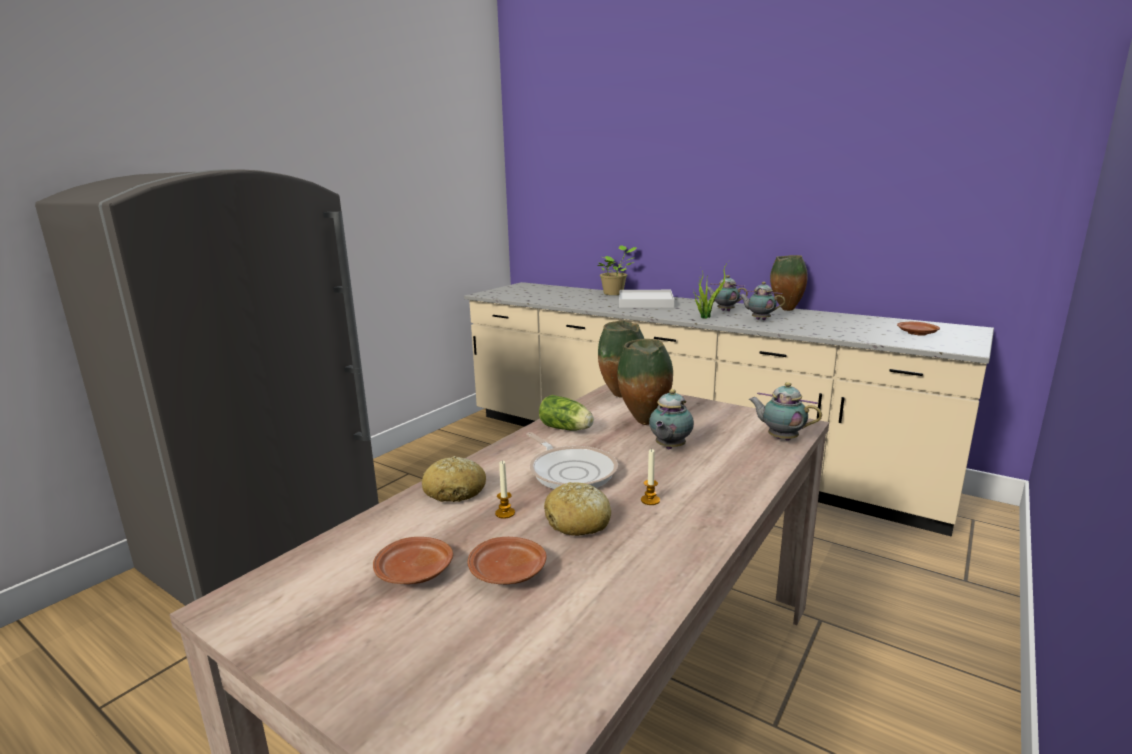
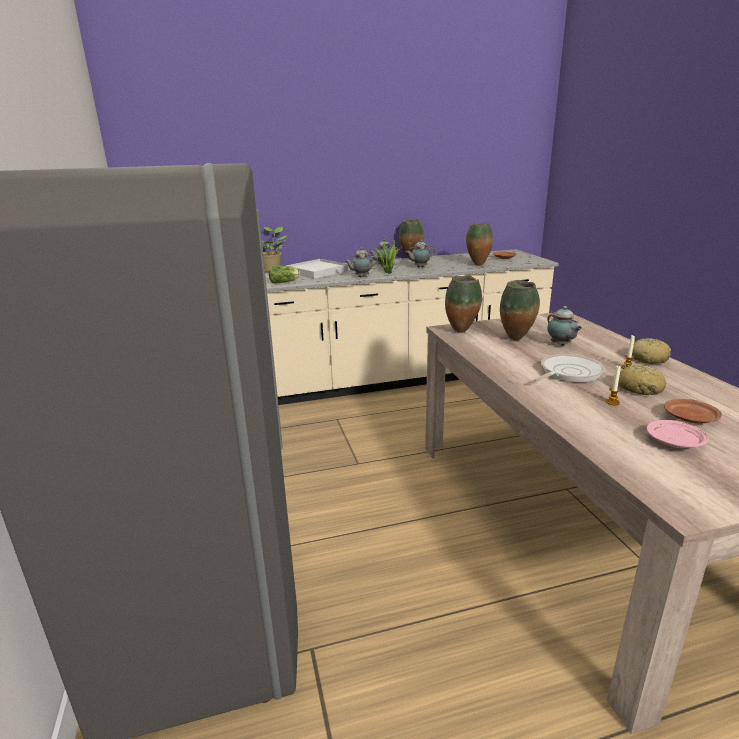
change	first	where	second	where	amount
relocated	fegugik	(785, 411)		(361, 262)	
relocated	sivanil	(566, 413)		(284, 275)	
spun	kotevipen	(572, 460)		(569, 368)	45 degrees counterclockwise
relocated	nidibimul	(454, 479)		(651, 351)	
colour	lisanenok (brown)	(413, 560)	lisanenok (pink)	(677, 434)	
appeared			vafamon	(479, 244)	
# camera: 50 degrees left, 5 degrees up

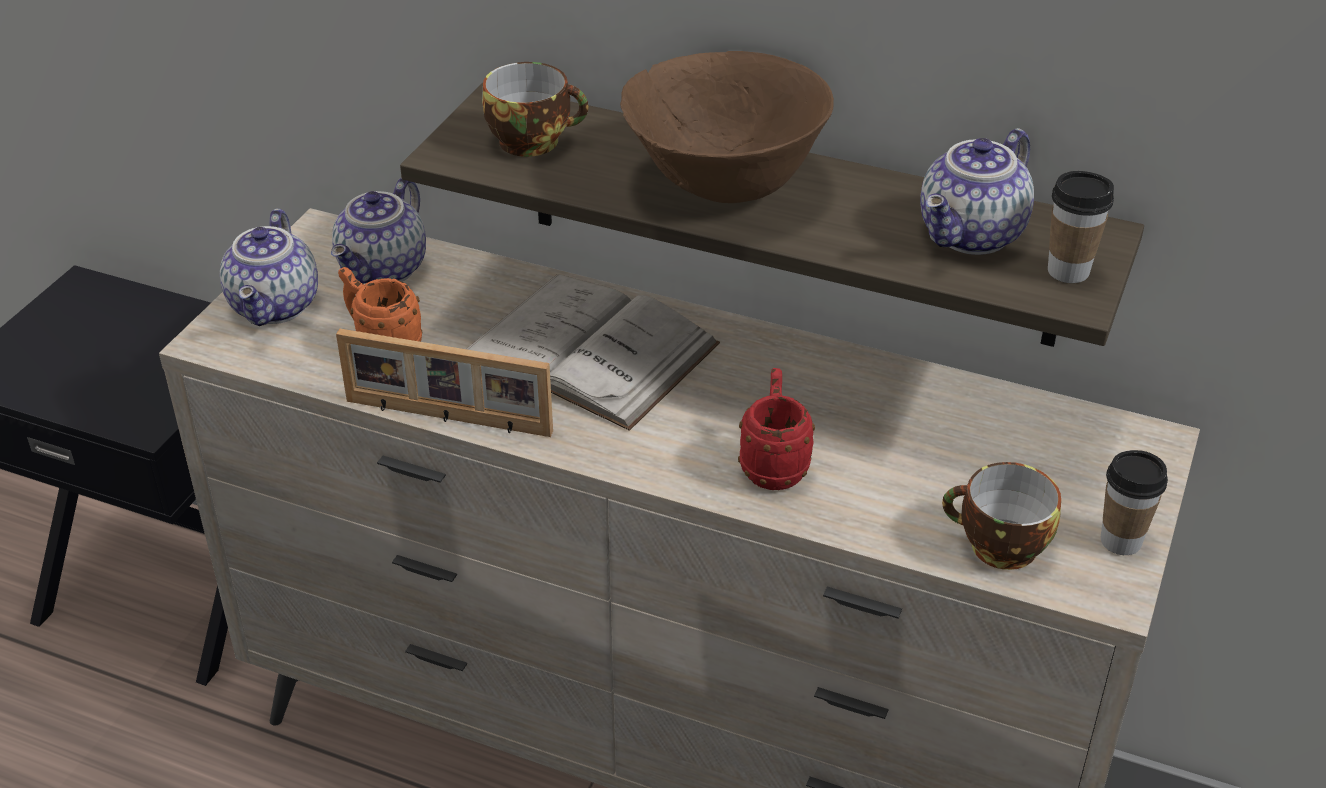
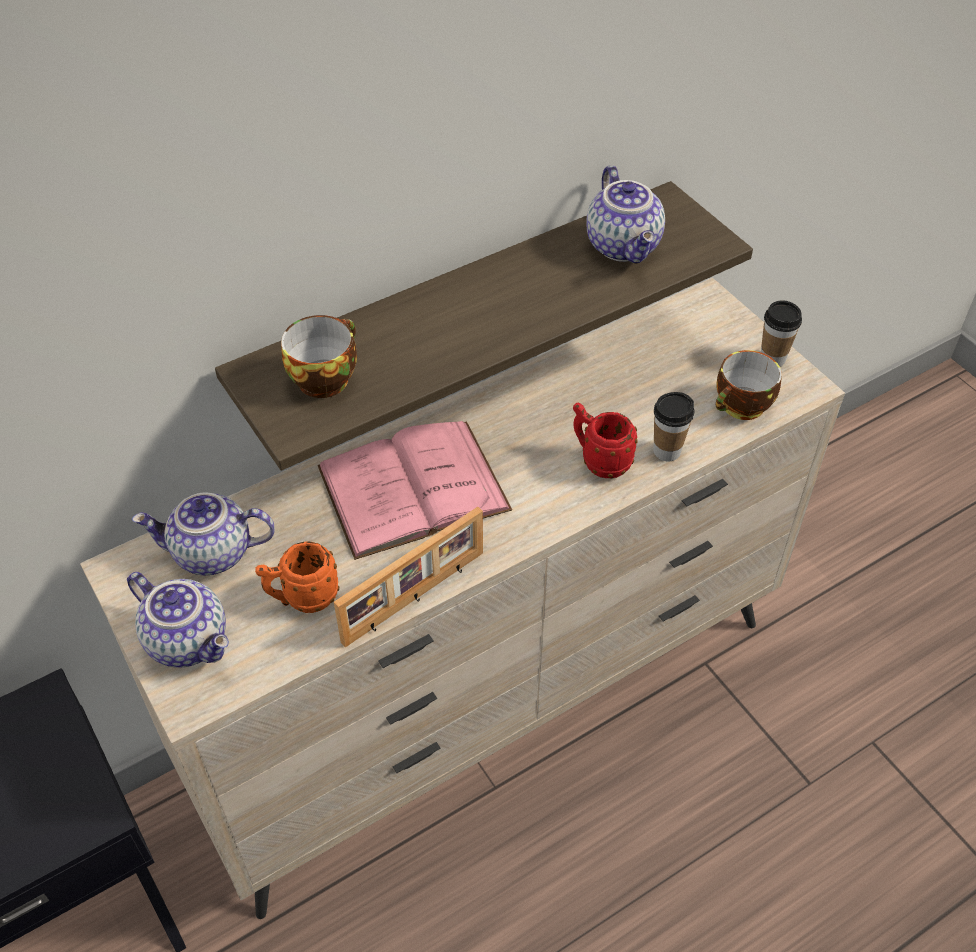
change	first	where	second	where	amount
missing	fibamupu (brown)	(727, 127)			
relocated	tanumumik	(1081, 227)		(673, 426)	
spun	fegugik	(378, 231)		(203, 533)	120 degrees clockwise
colour	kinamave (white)	(593, 352)	kinamave (pink)	(414, 490)	
# camera: 55 degrees left, 10 degrees up

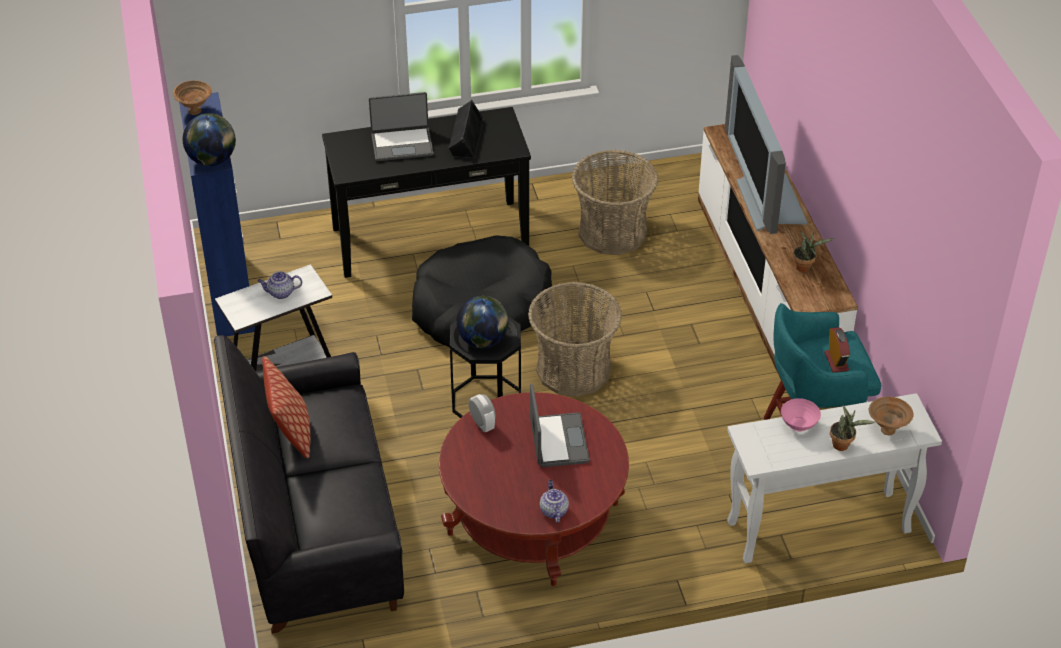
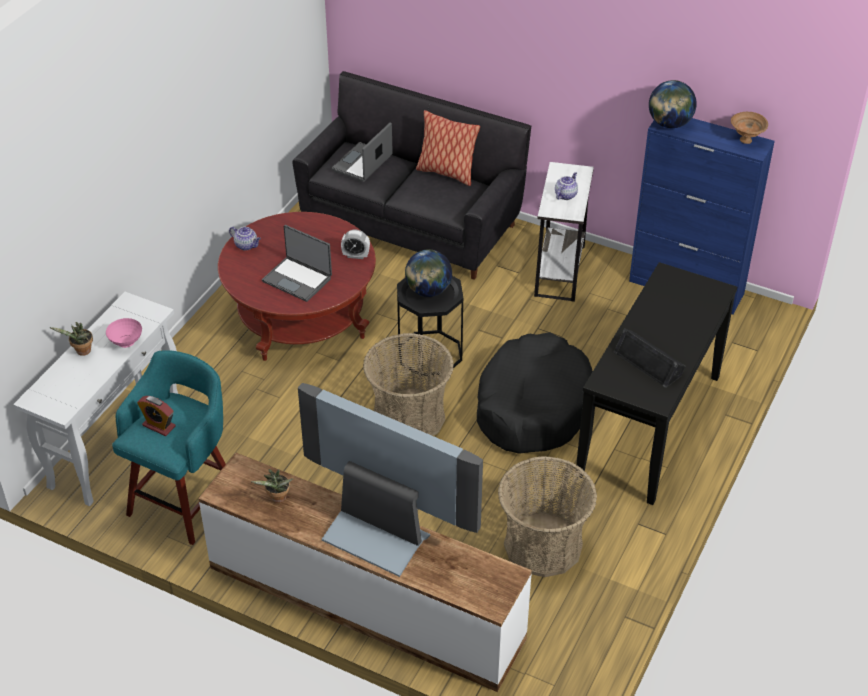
change	first	where	second	where	amount
relocated	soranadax	(401, 126)		(362, 152)	
missing	fibamupu (brown)	(891, 416)			
# camera: 130 degrees right, 0 degrees up

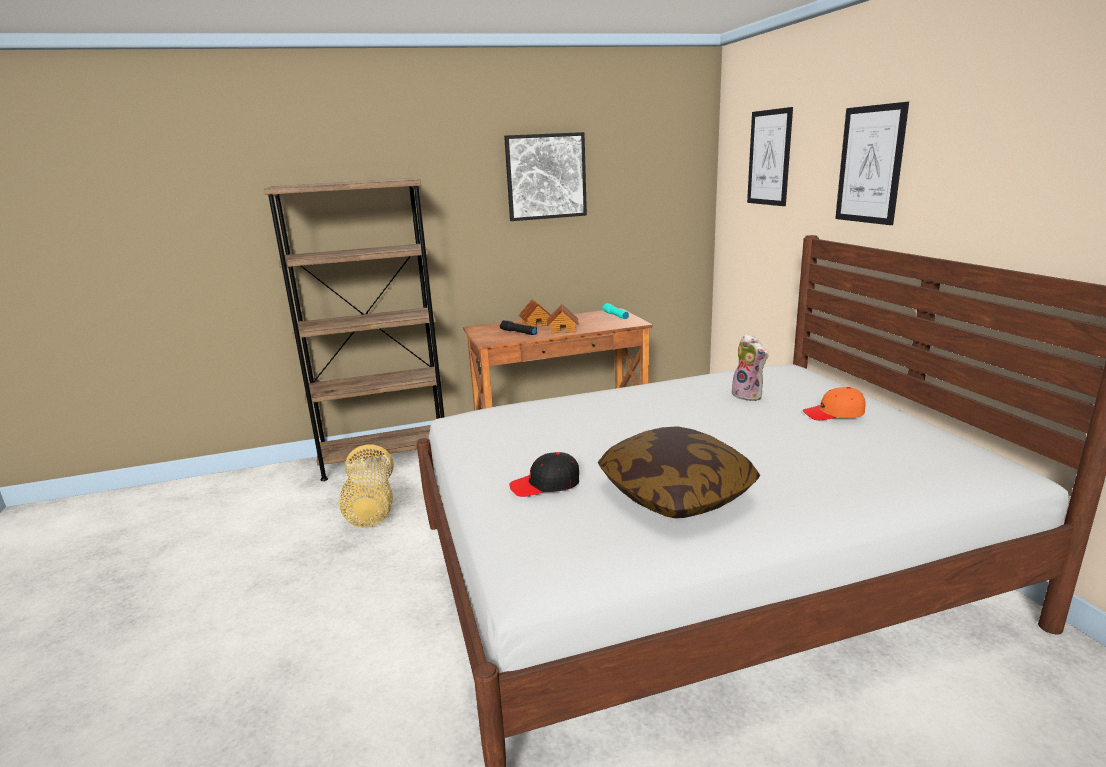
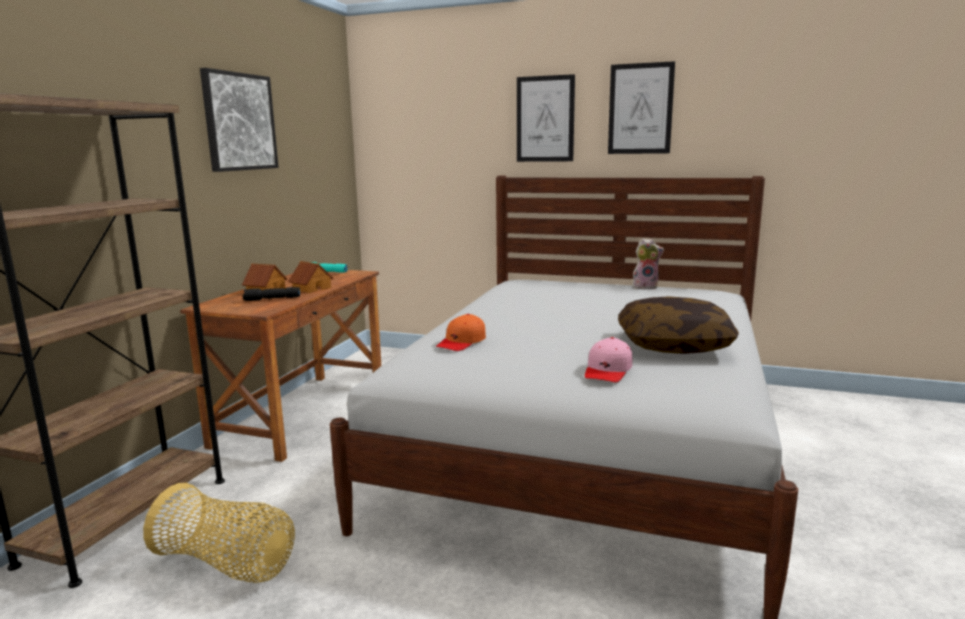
change	first	where	second	where	amount
relocated	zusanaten	(770, 156)		(641, 107)	
relocated	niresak	(750, 367)		(648, 264)	
relocated	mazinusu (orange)	(834, 403)		(461, 332)	
colour	mazinusu (black)	(544, 474)	mazinusu (pink)	(608, 360)	
# camera: 55 degrees left, 5 degrees down

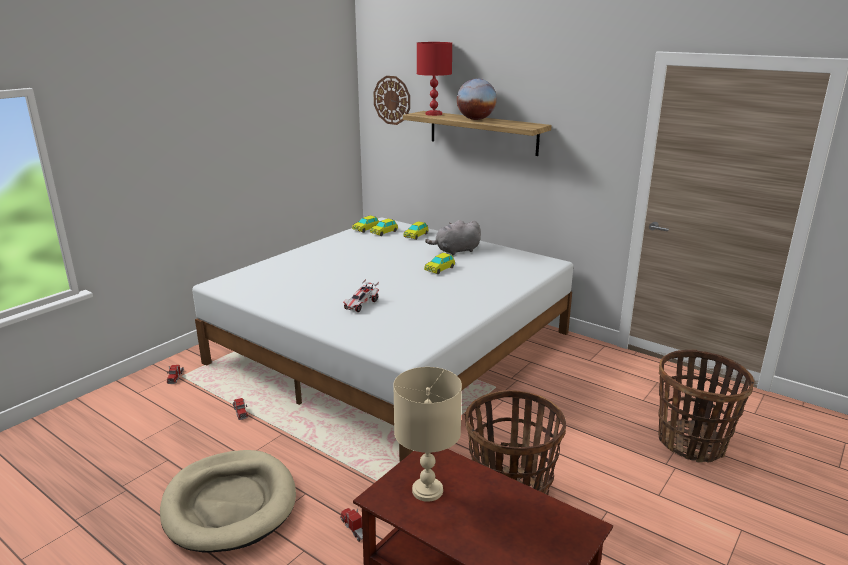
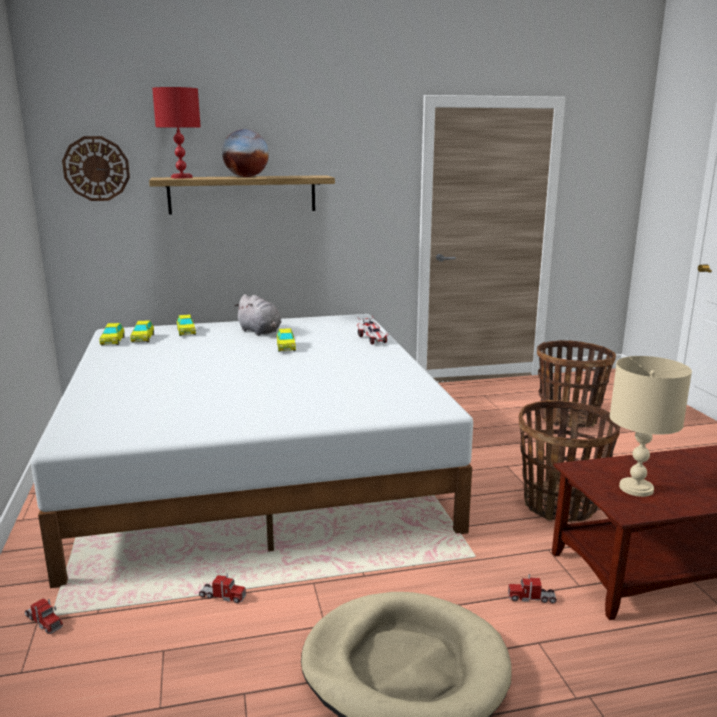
change	first	where	second	where	amount
spun	niresak (grey)	(453, 237)		(258, 315)	60 degrees counterclockwise
relocated	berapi	(361, 295)		(372, 330)	
# camera: 50 degrees left, 5 degrees down

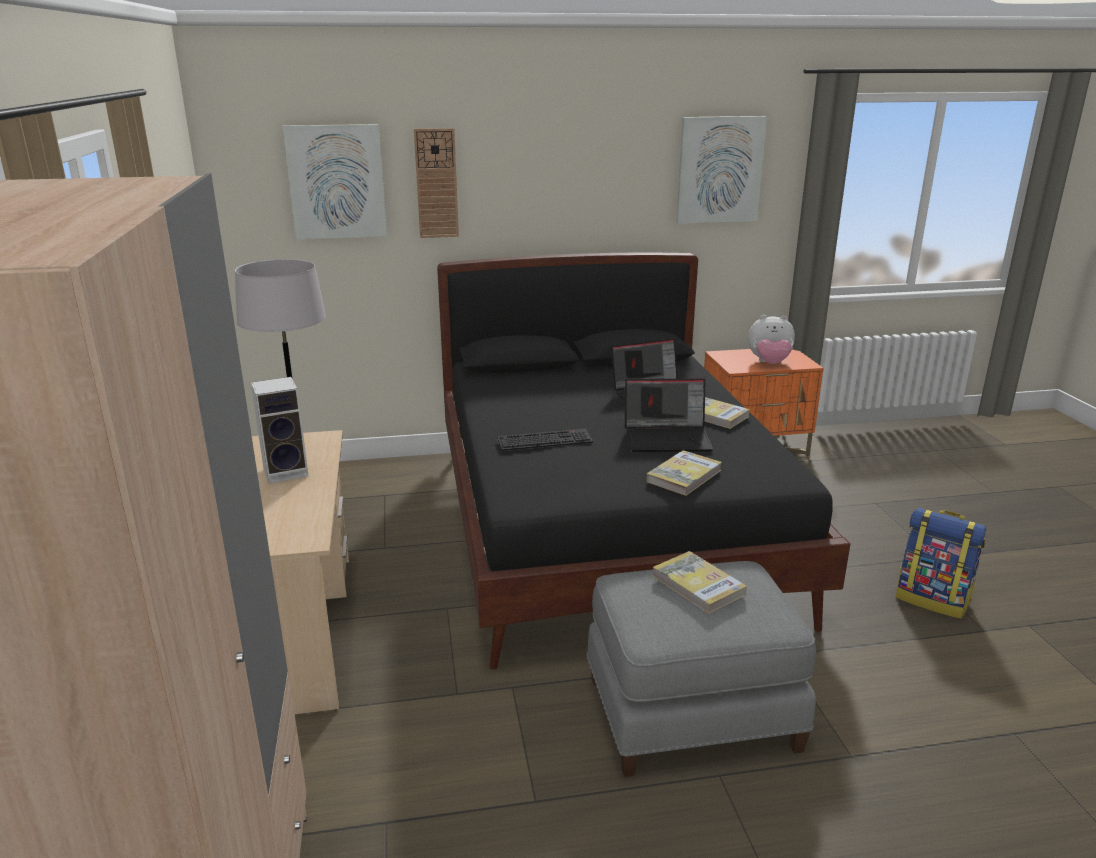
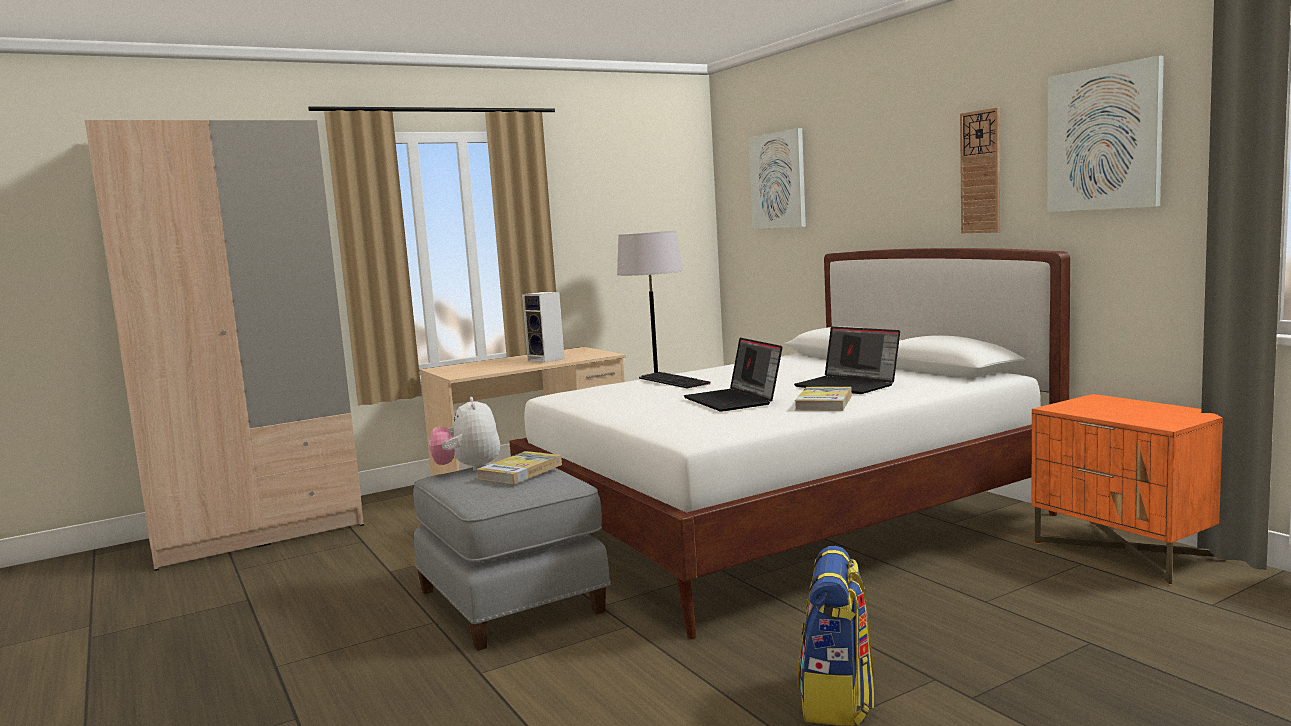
change	first	where	second	where	amount
relocated	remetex	(436, 183)		(980, 170)	
colour	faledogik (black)	(644, 460)	faledogik (white)	(789, 443)	
relocated	niresak	(771, 339)		(464, 434)	
missing	kinamave	(684, 473)			
# camera: 70 degrees right, 15 degrees down

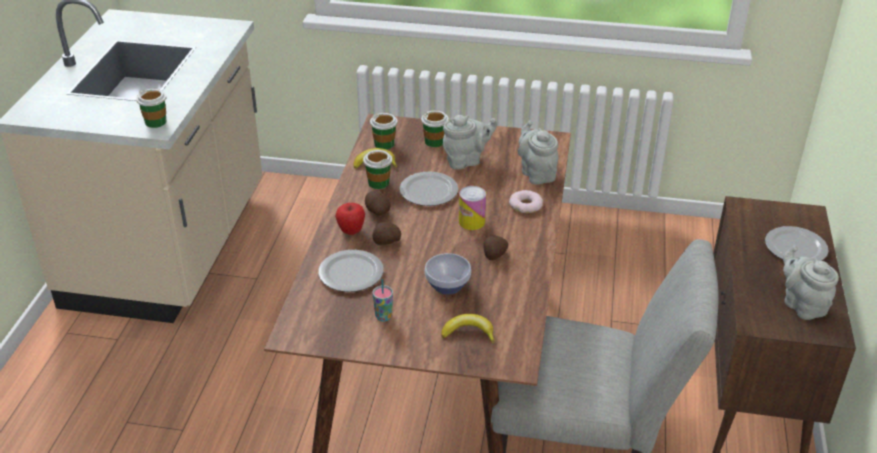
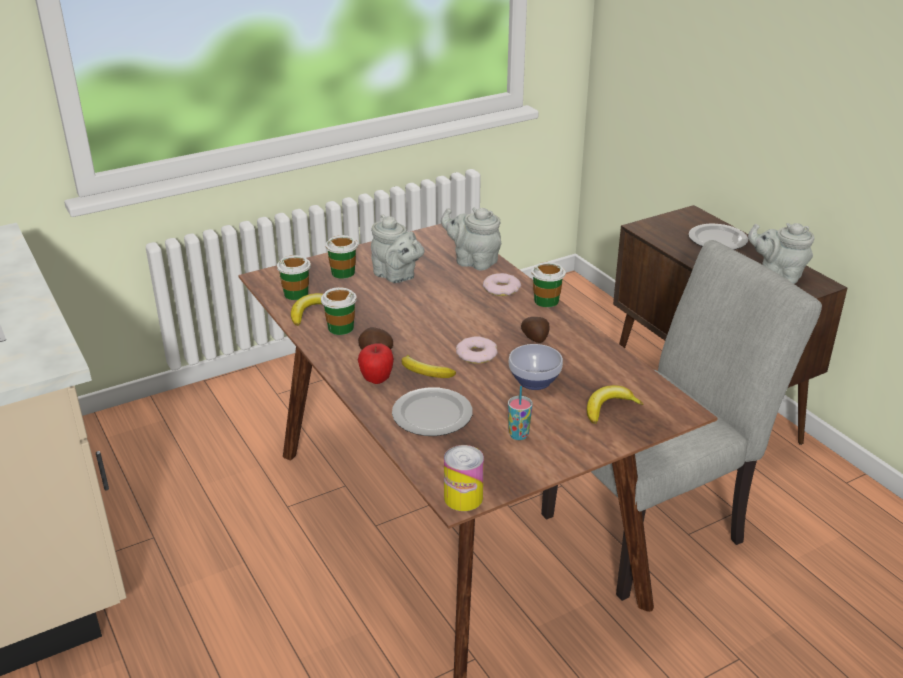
change	first	where	second	where	amount
relocated	tanumumik	(151, 108)		(548, 284)	
spun	fegugik (grey)	(470, 142)		(398, 248)	105 degrees clockwise
missing	lisanenok	(429, 188)			
relocated	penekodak	(472, 208)		(464, 478)	
exchanged	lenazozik	(386, 233)	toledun	(429, 366)	
appeared			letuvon	(477, 349)	
# camera: 40 degrees left, 5 degrees down

